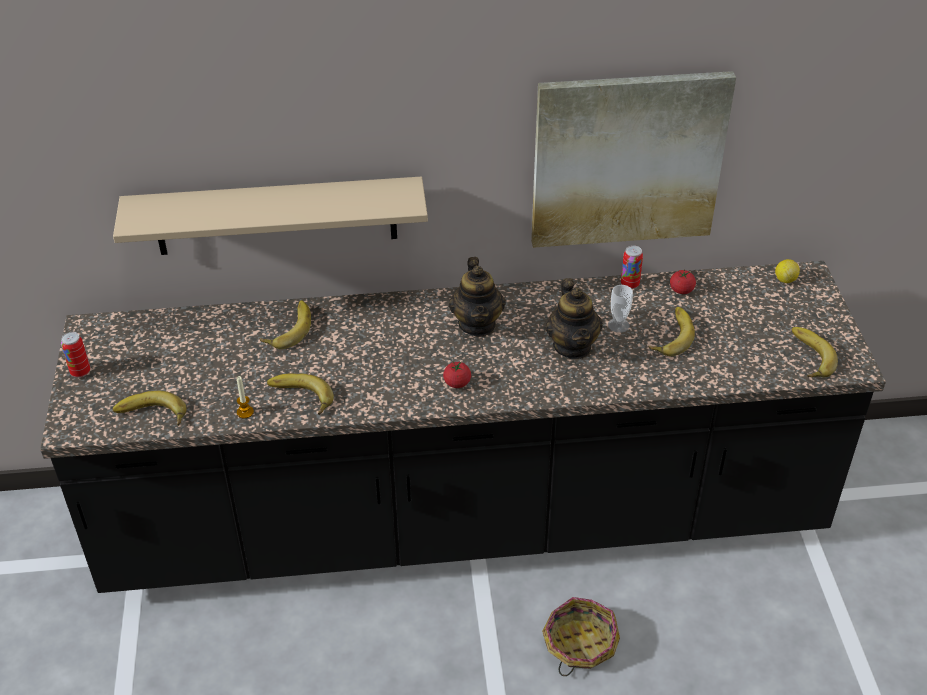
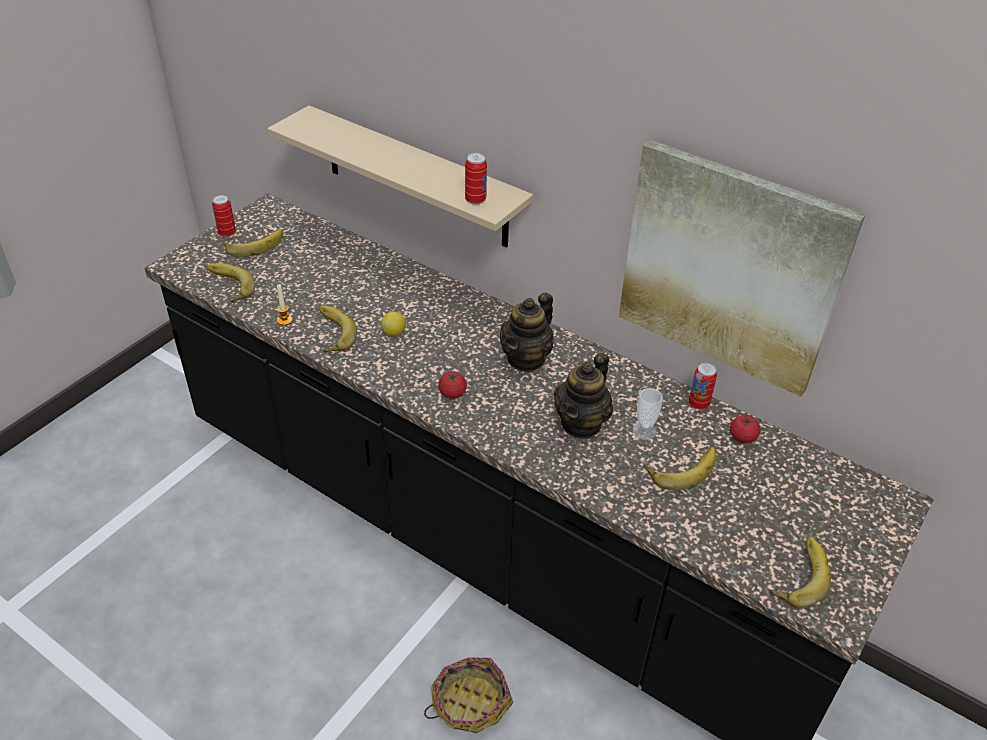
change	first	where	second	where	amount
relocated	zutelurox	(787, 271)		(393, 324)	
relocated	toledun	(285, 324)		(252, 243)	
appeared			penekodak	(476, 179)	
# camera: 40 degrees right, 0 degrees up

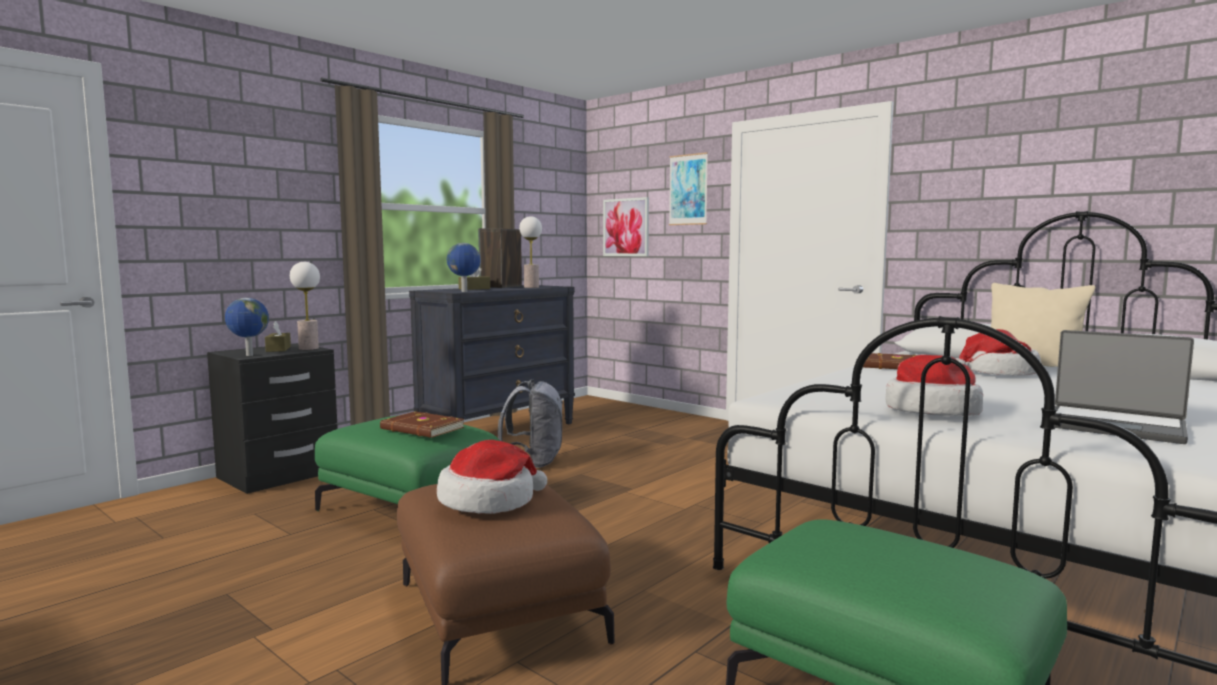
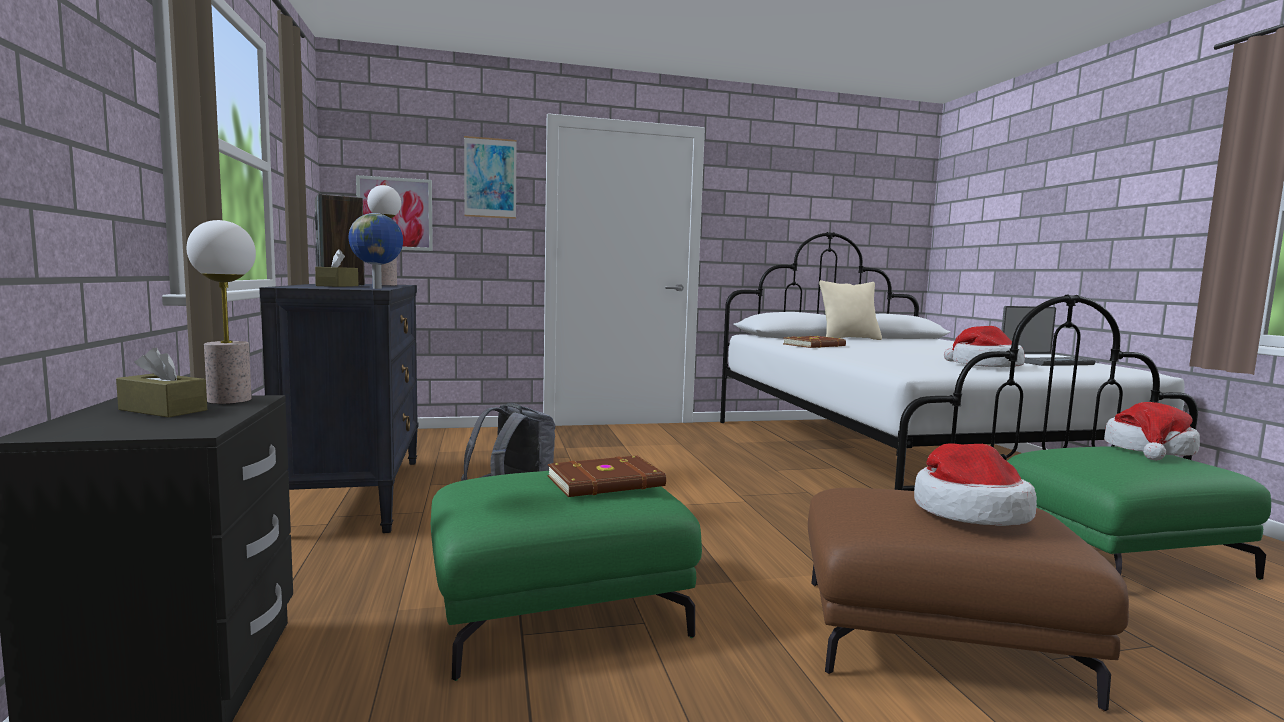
change	first	where	second	where	amount
missing	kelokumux	(247, 327)			
relocated	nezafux	(998, 352)		(1152, 431)	
# camera: 55 degrees left, 0 degrees up

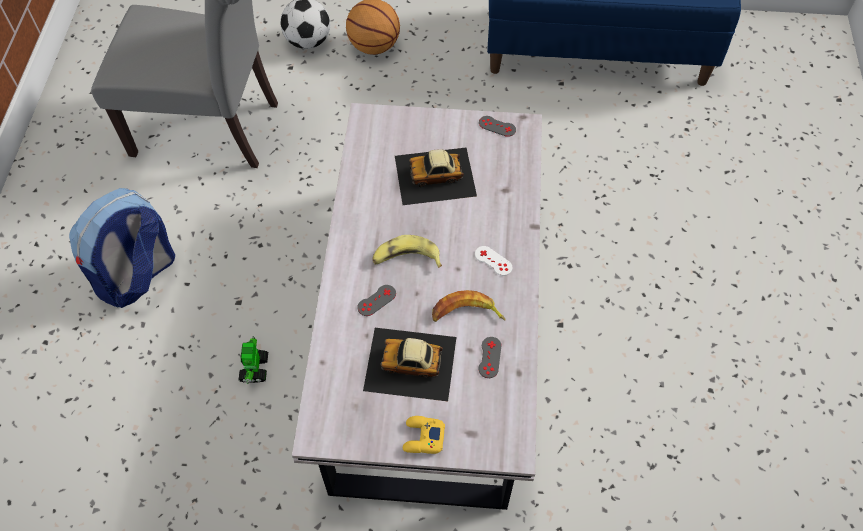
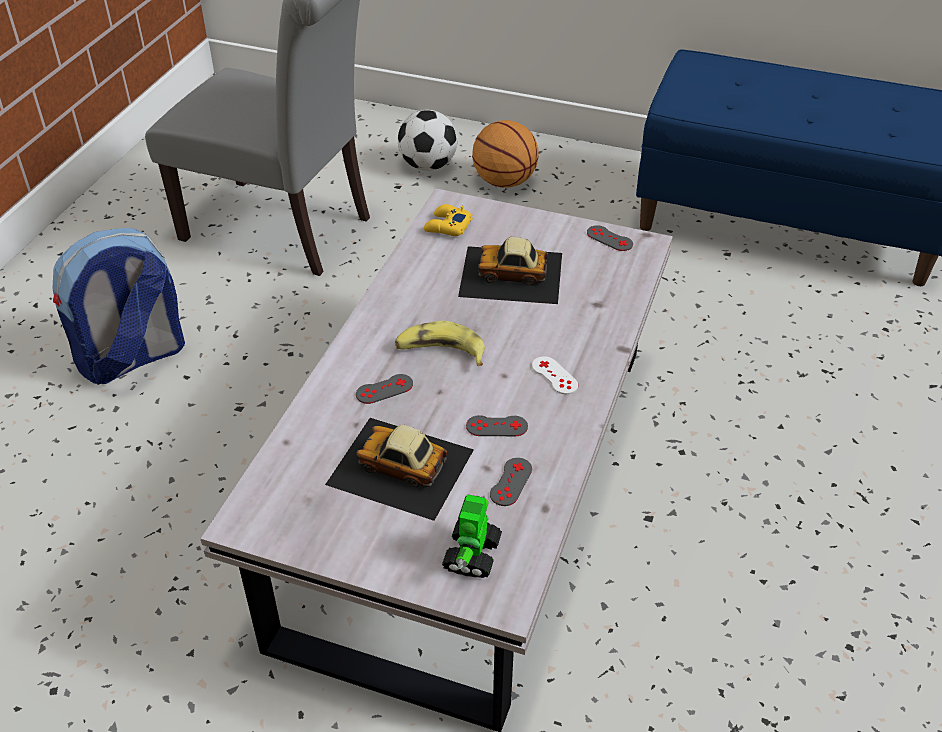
change	first	where	second	where	amount
exchanged	toledun	(469, 306)	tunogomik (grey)	(497, 425)	
relocated	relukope	(253, 360)		(472, 536)	
relocated	tunogomik (yellow)	(424, 435)		(448, 220)	
# camera: 15 degrees right, 15 degrees down

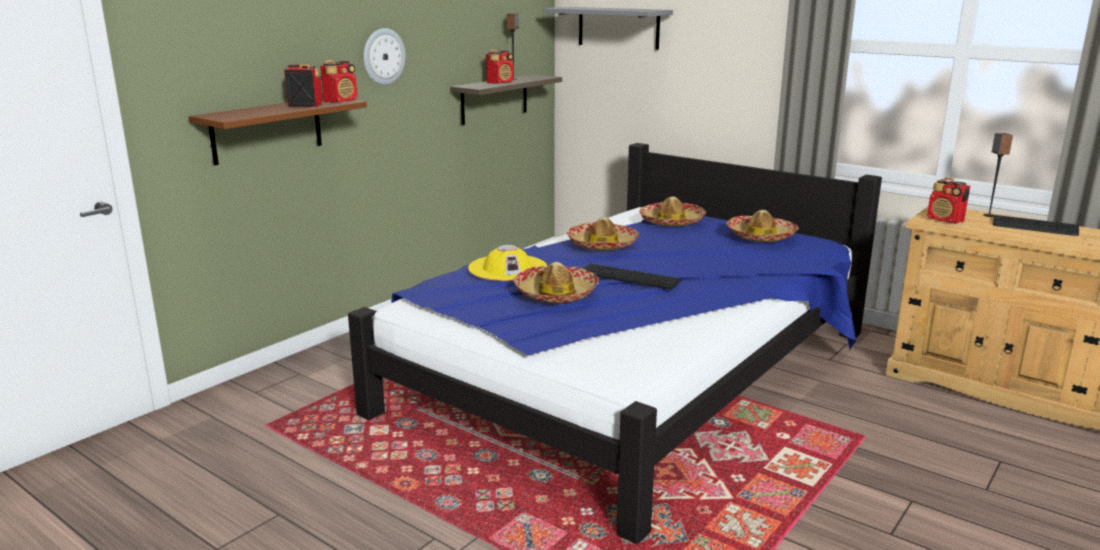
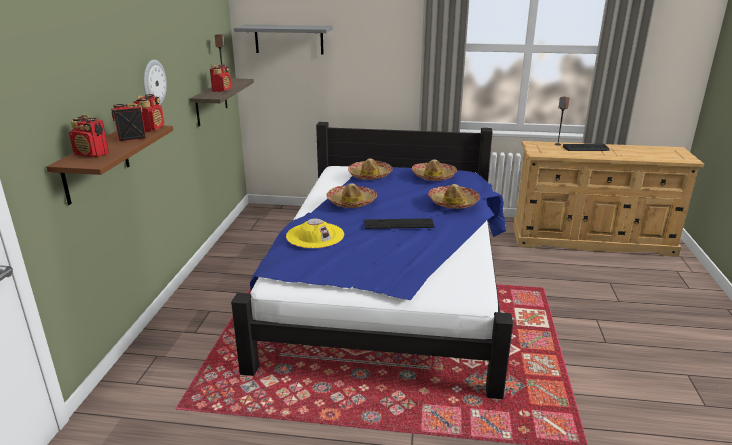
change	first	where	second	where	amount
relocated	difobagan	(948, 200)		(89, 135)	
relocated	nezafux	(556, 282)		(454, 196)	
# camera: 30 degrees left, 5 degrees up

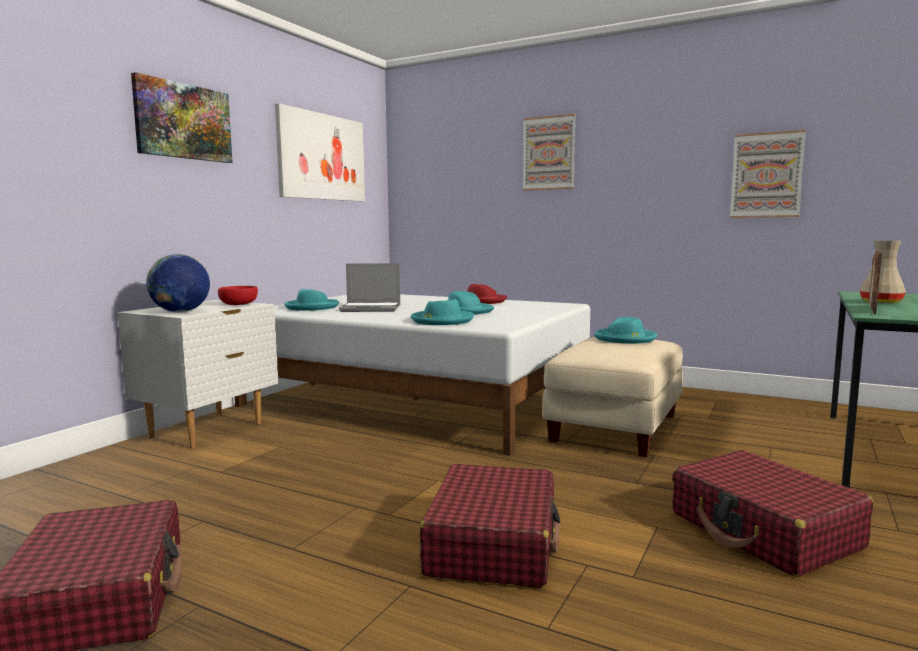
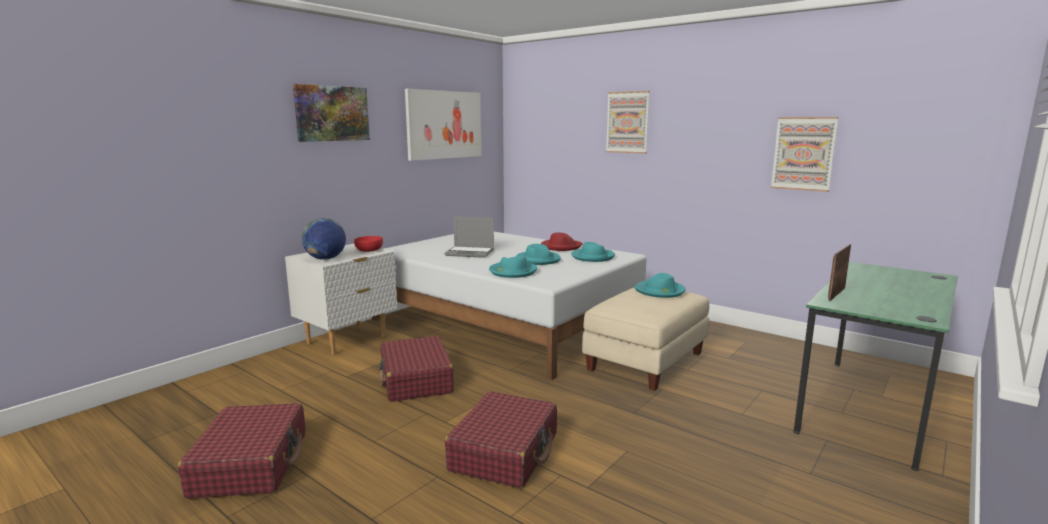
change	first	where	second	where	amount
missing	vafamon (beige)	(883, 272)			
relocated	nezafux (turquoise)	(311, 300)		(593, 252)	
relocated	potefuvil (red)	(772, 513)		(416, 369)	
# camera: 10 degrees right, 5 degrees up

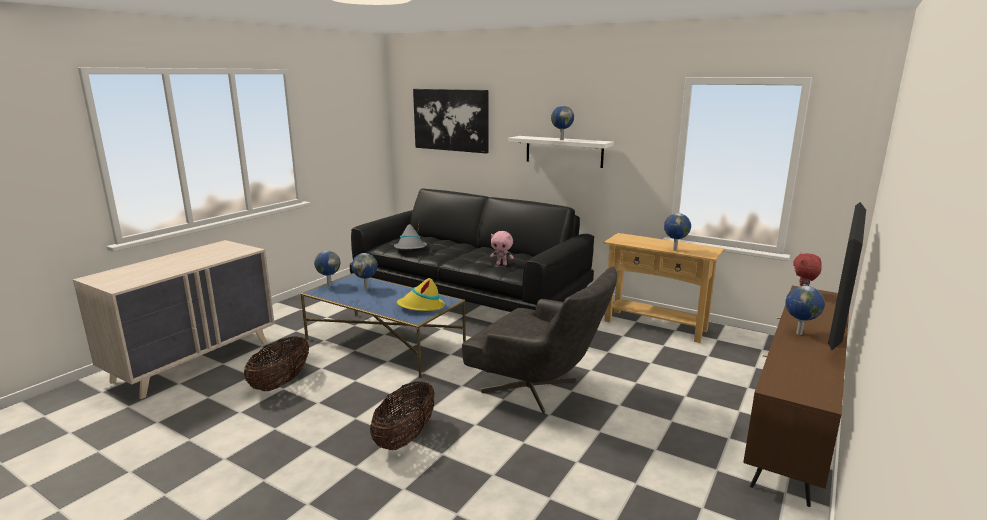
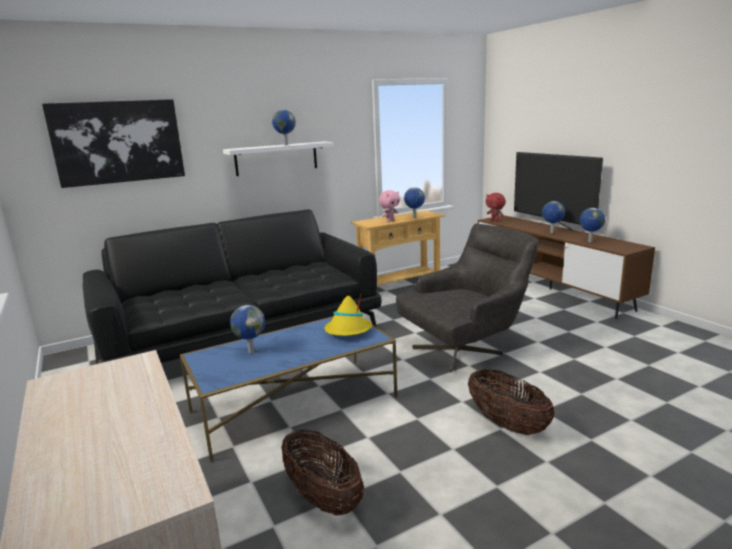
change	first	where	second	where	amount
missing	nezafux (grey)	(410, 236)			
relocated	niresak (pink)	(502, 248)		(389, 206)	
relocated	kelokumux	(327, 268)		(592, 225)	
# camera: 60 degrees left, 0 degrees up

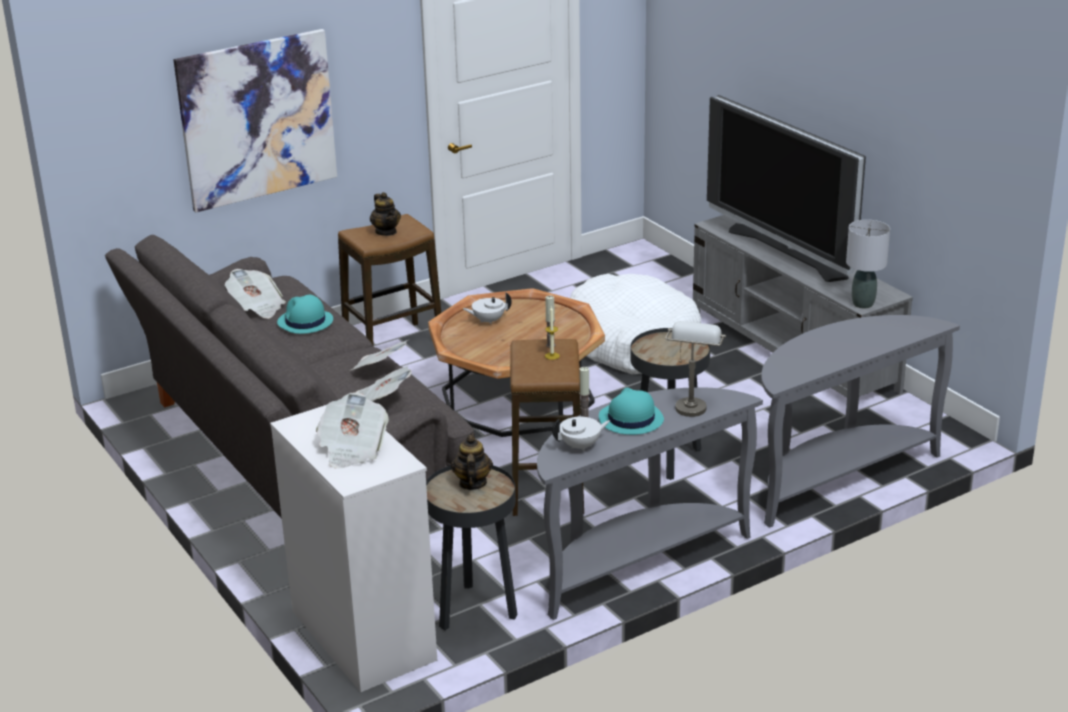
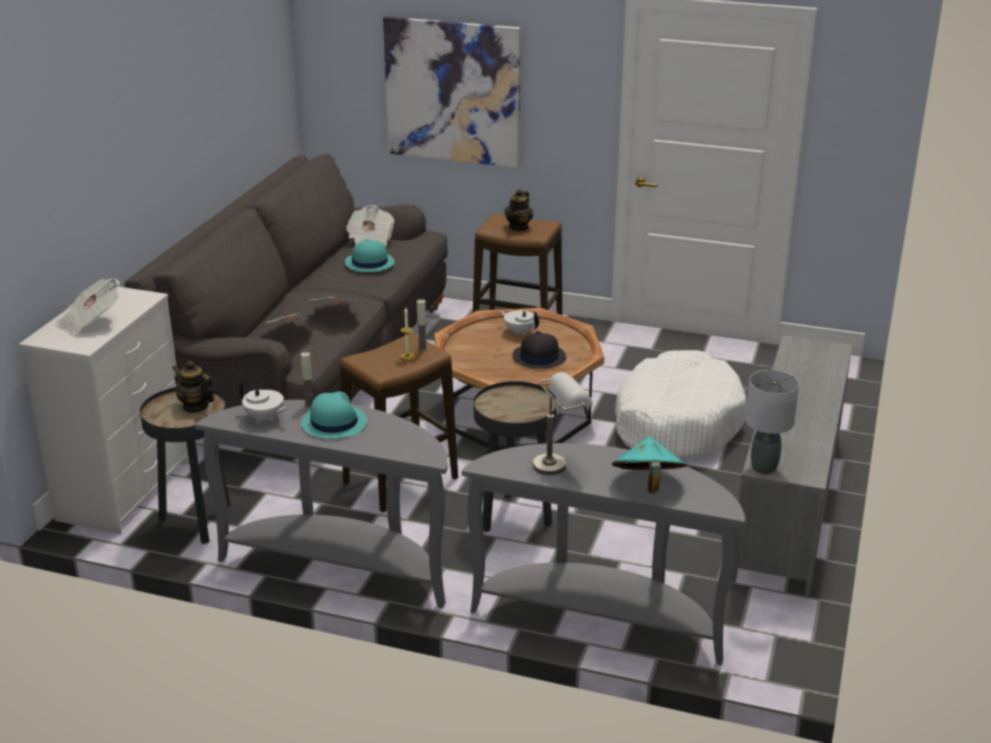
change	first	where	second	where	amount
missing	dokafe	(786, 188)			
relocated	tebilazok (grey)	(695, 369)		(563, 423)	
spun	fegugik	(472, 462)		(194, 387)	105 degrees counterclockwise
appeared			nezafux (black)	(539, 350)	
appeared			nezafux (turquoise)	(649, 464)	
# camera: 50 degrees right, 0 degrees up

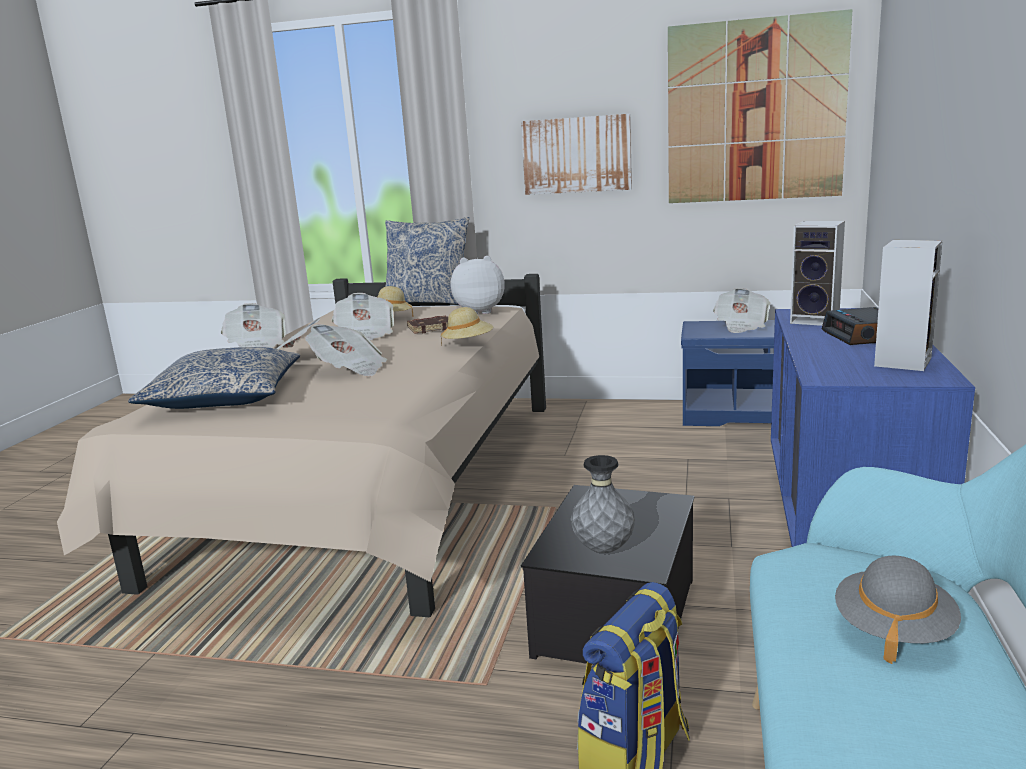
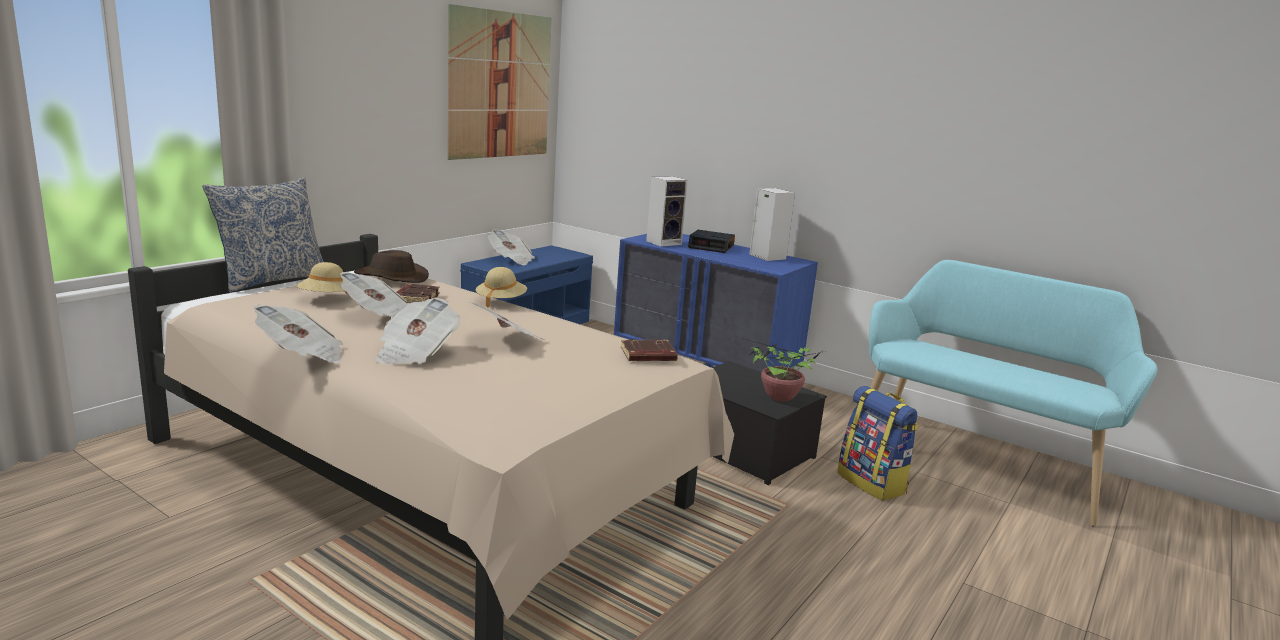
change	first	where	second	where	amount
missing	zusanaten	(576, 154)			
exchanged	niresak	(478, 285)	nezafux (brown)	(391, 266)	
missing	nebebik	(214, 378)			
exchanged	vafamon (grey)	(603, 504)	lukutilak	(775, 368)	
missing	nezafux (grey)	(898, 610)			
appeared			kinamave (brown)	(649, 350)	
# camera: 70 degrees left, 0 degrees up

